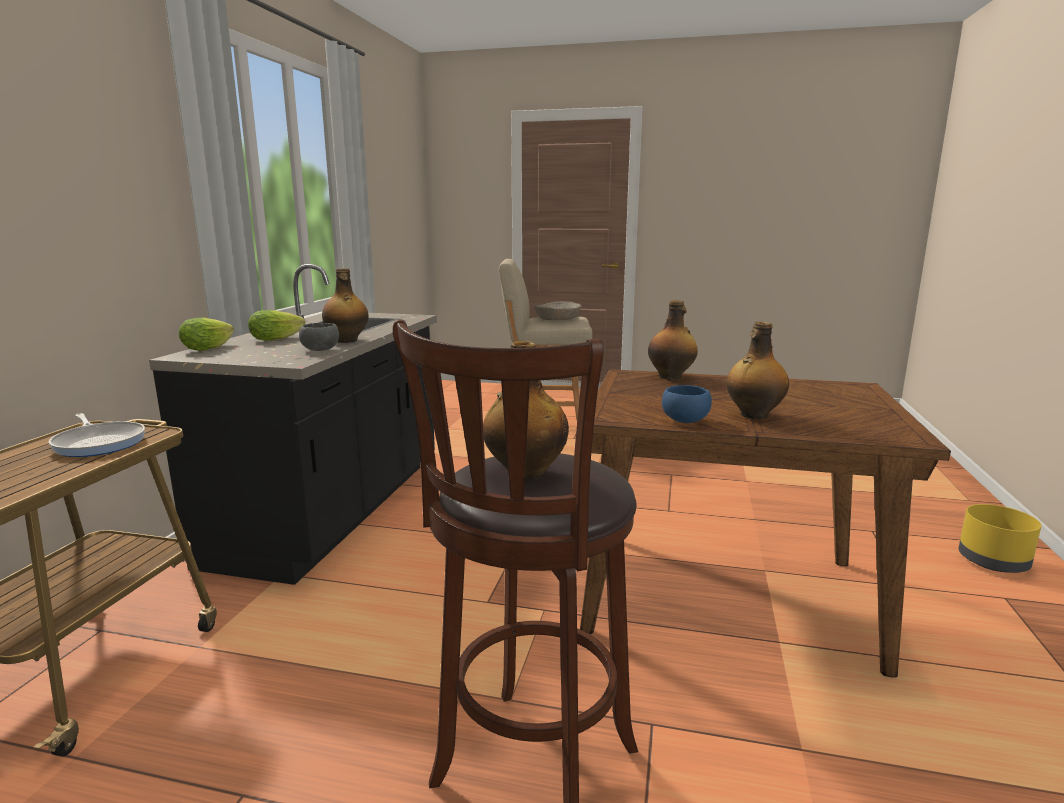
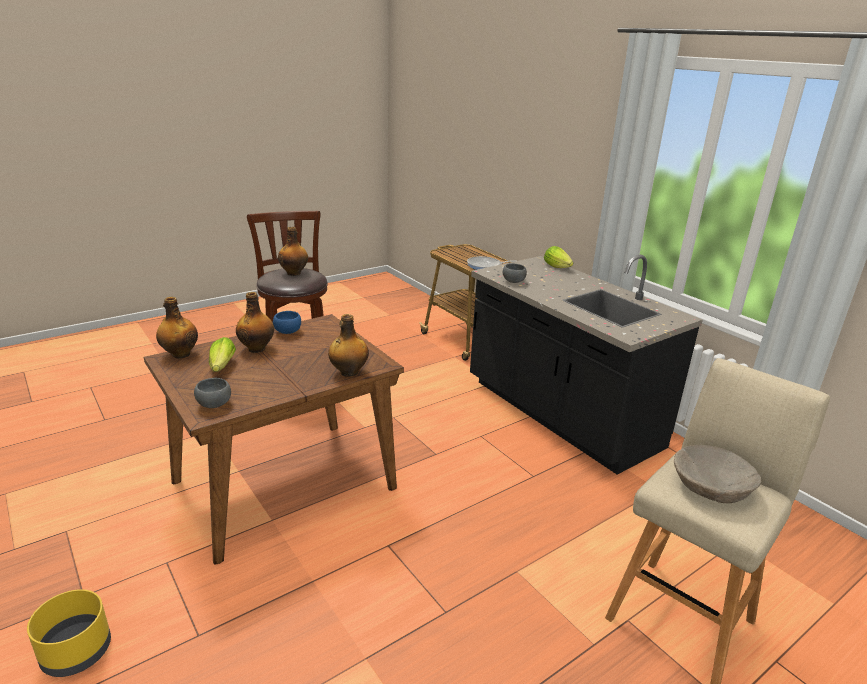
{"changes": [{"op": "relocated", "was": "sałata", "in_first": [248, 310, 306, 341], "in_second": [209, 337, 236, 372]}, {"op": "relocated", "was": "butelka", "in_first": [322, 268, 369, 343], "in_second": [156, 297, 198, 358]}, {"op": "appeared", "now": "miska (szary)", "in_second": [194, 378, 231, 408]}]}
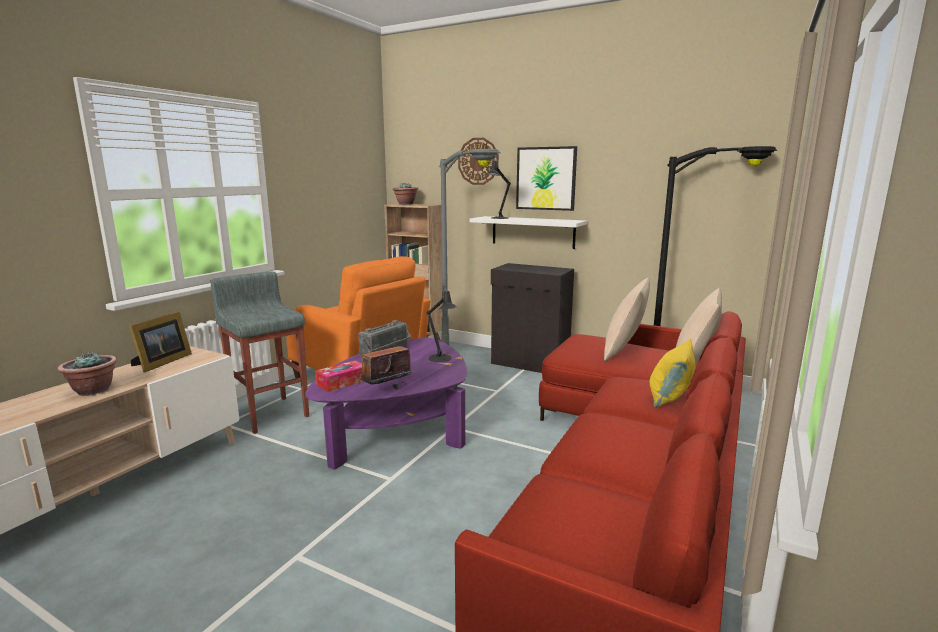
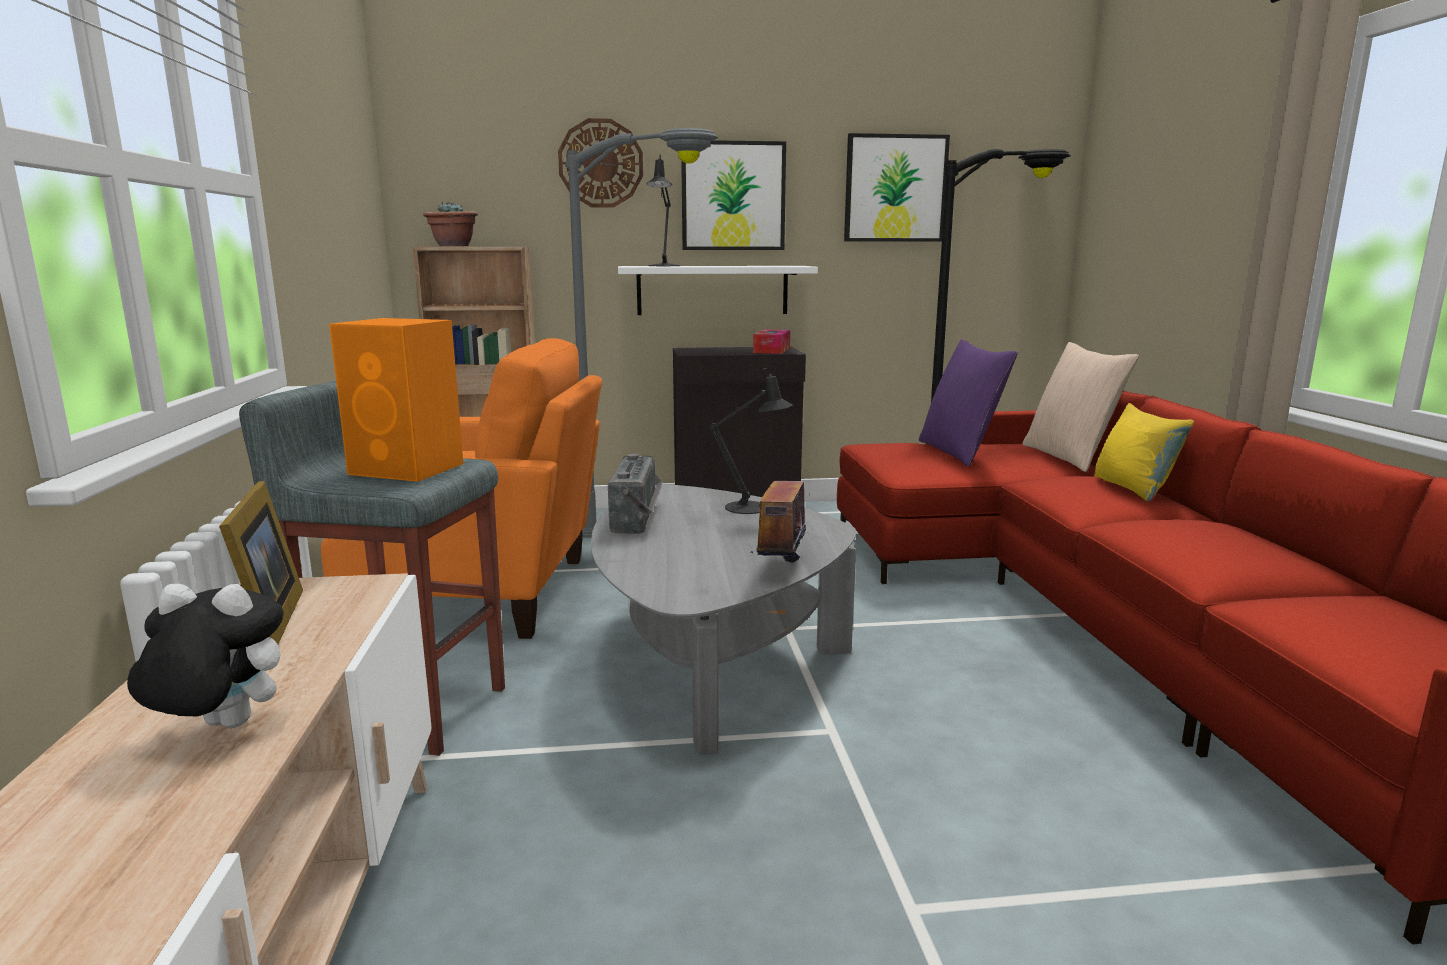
{"changes": [{"op": "exchanged", "was": "roślina doniczkowa", "now": "pluszak", "in_first": [58, 351, 117, 396], "in_second": [127, 584, 284, 728]}, {"op": "colour", "was": "ława (fioletowy)", "now": "ława (szary)", "in_first": [305, 338, 467, 469], "in_second": [591, 485, 857, 754]}, {"op": "relocated", "was": "pudełko chusteczek", "in_first": [315, 360, 364, 392], "in_second": [753, 330, 790, 354]}, {"op": "colour", "was": "poduszka (beżowy)", "now": "poduszka (fioletowy)", "in_first": [604, 278, 650, 361], "in_second": [919, 339, 1018, 467]}, {"op": "appeared", "now": "głośnik (pomarańczowy)", "in_second": [329, 318, 463, 482]}, {"op": "appeared", "now": "obraz", "in_second": [844, 133, 950, 242]}]}
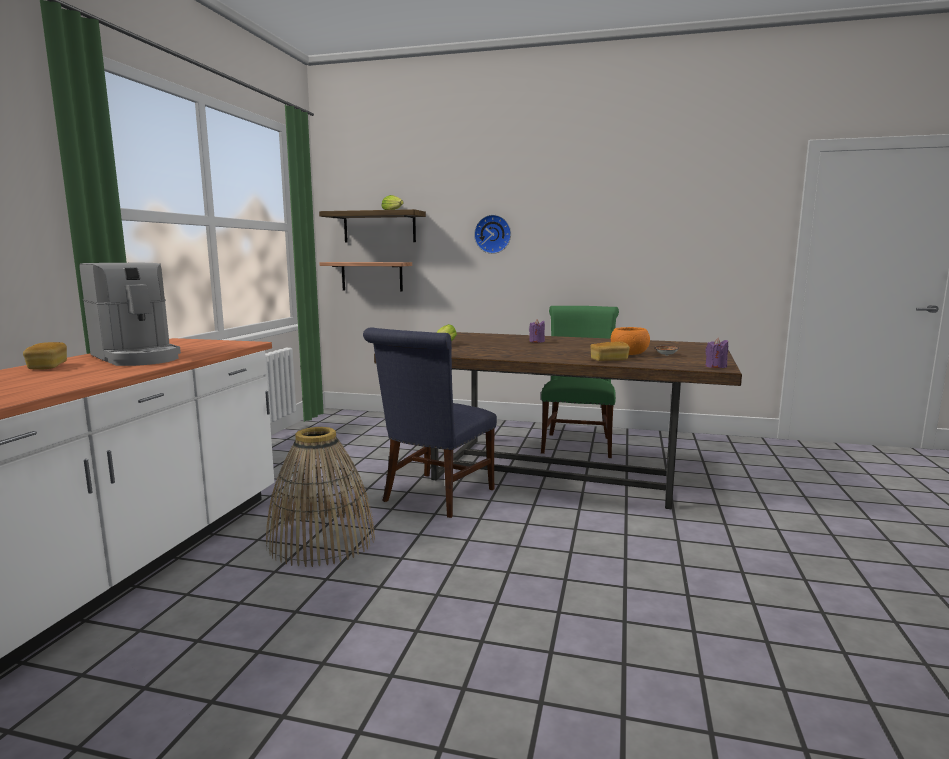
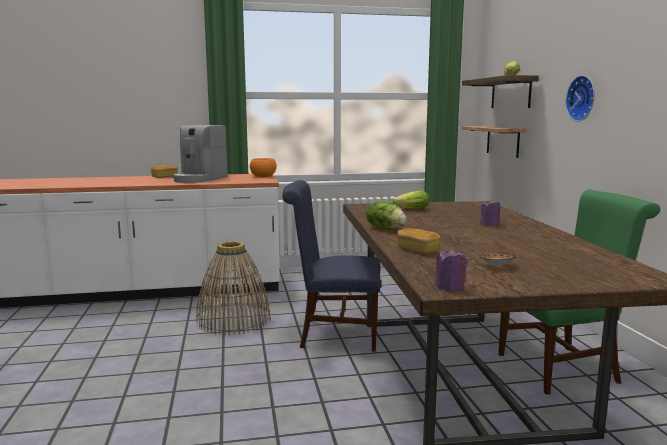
{"changes": [{"op": "relocated", "was": "miska (pomarańczowy)", "in_first": [611, 327, 650, 355], "in_second": [250, 158, 277, 177]}, {"op": "appeared", "now": "sałata", "in_second": [366, 201, 407, 229]}]}
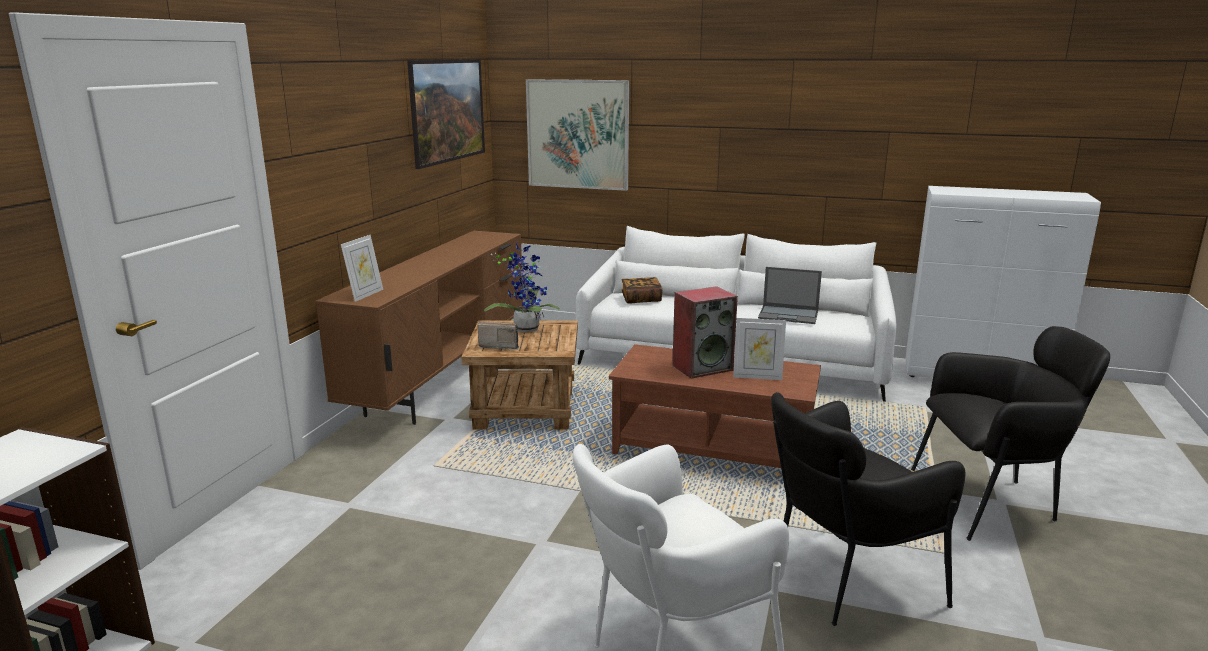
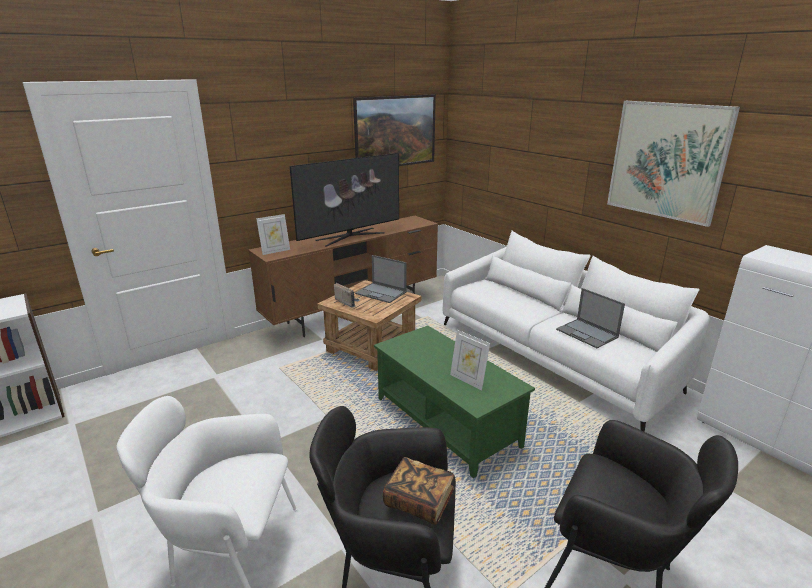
{"changes": [{"op": "exchanged", "was": "roślina doniczkowa", "now": "laptop", "in_first": [484, 243, 560, 332], "in_second": [355, 255, 407, 303]}, {"op": "relocated", "was": "obraz", "in_first": [526, 79, 629, 191], "in_second": [607, 101, 740, 227]}, {"op": "colour", "was": "ława (brązowy)", "now": "ława (zielony)", "in_first": [609, 344, 821, 468], "in_second": [374, 325, 535, 478]}, {"op": "relocated", "was": "książka", "in_first": [621, 277, 663, 304], "in_second": [383, 457, 454, 525]}, {"op": "missing", "was": "głośnik", "in_first": [672, 286, 738, 379]}, {"op": "appeared", "now": "telewizor", "in_second": [290, 153, 399, 247]}]}
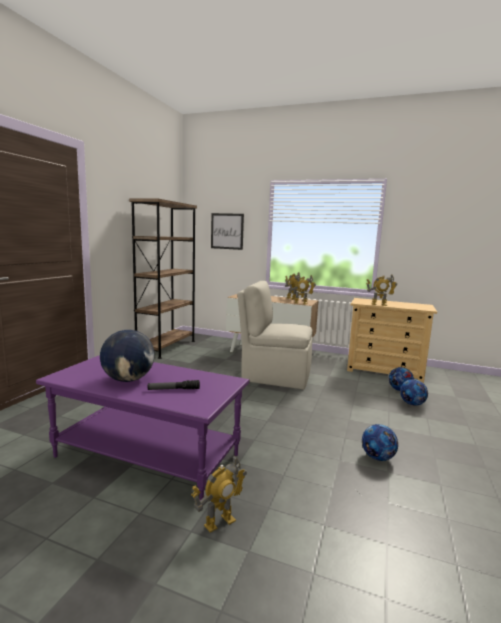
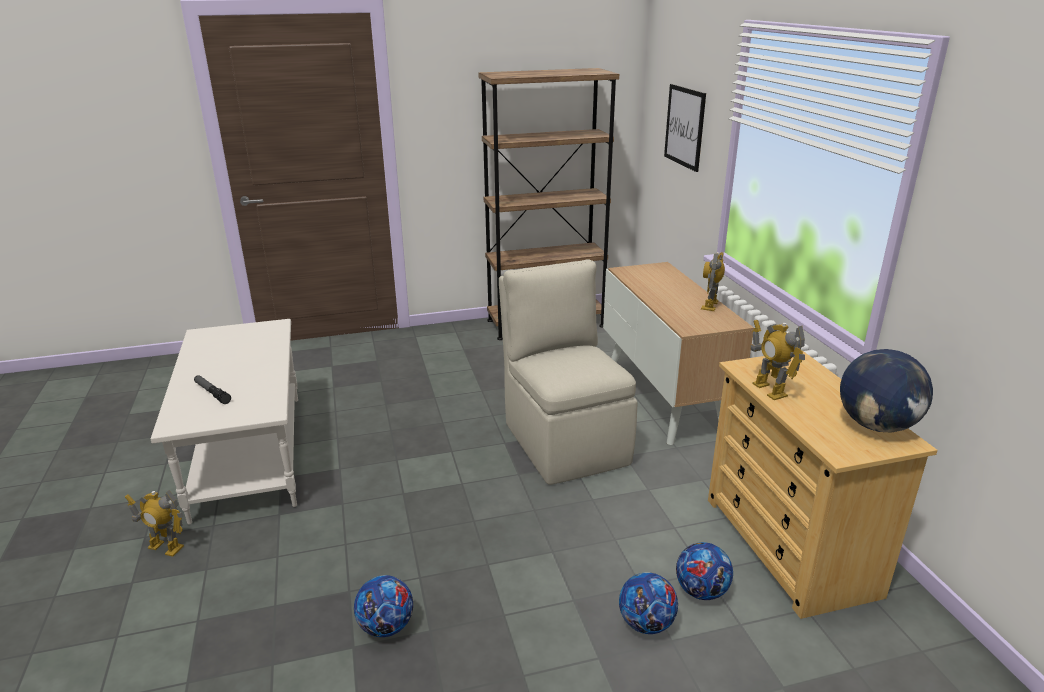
{"changes": [{"op": "colour", "was": "ława (fioletowy)", "now": "ława (biały)", "in_first": [36, 355, 249, 500], "in_second": [151, 319, 298, 525]}, {"op": "relocated", "was": "globus", "in_first": [100, 330, 155, 382], "in_second": [840, 349, 933, 432]}, {"op": "missing", "was": "robot zabawkowy", "in_first": [289, 275, 316, 304]}]}
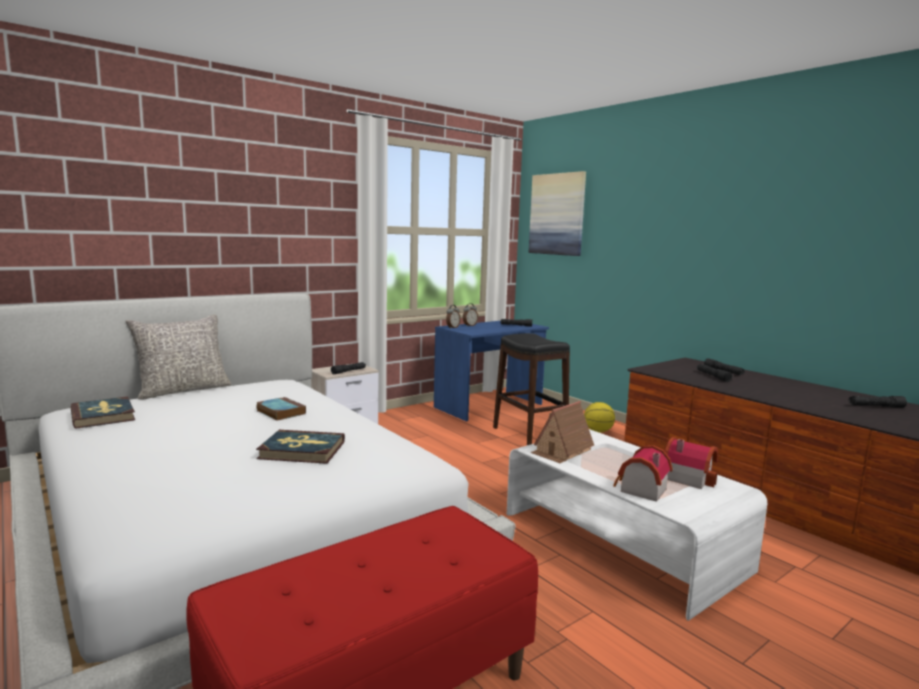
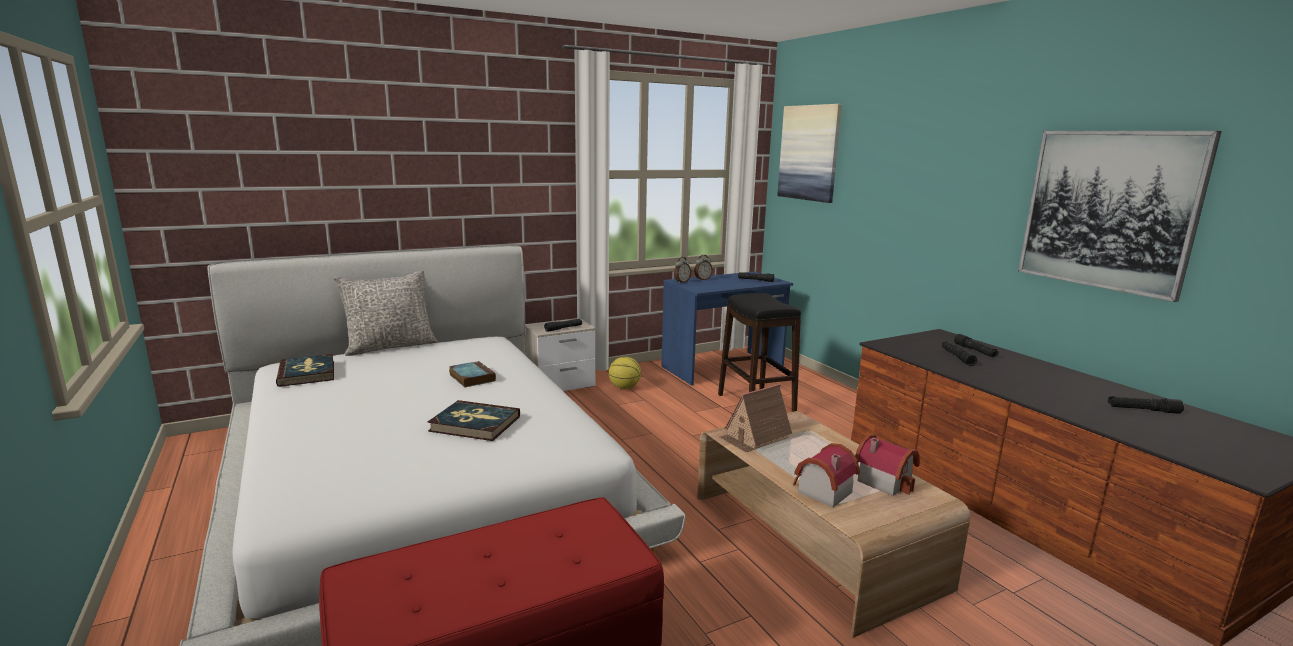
{"changes": [{"op": "colour", "was": "ława (biały)", "now": "ława (brązowy)", "in_first": [507, 429, 767, 621], "in_second": [697, 411, 970, 638]}, {"op": "relocated", "was": "piłka do koszykówki", "in_first": [584, 402, 615, 432], "in_second": [609, 357, 641, 389]}, {"op": "appeared", "now": "obraz", "in_second": [1018, 131, 1222, 302]}]}
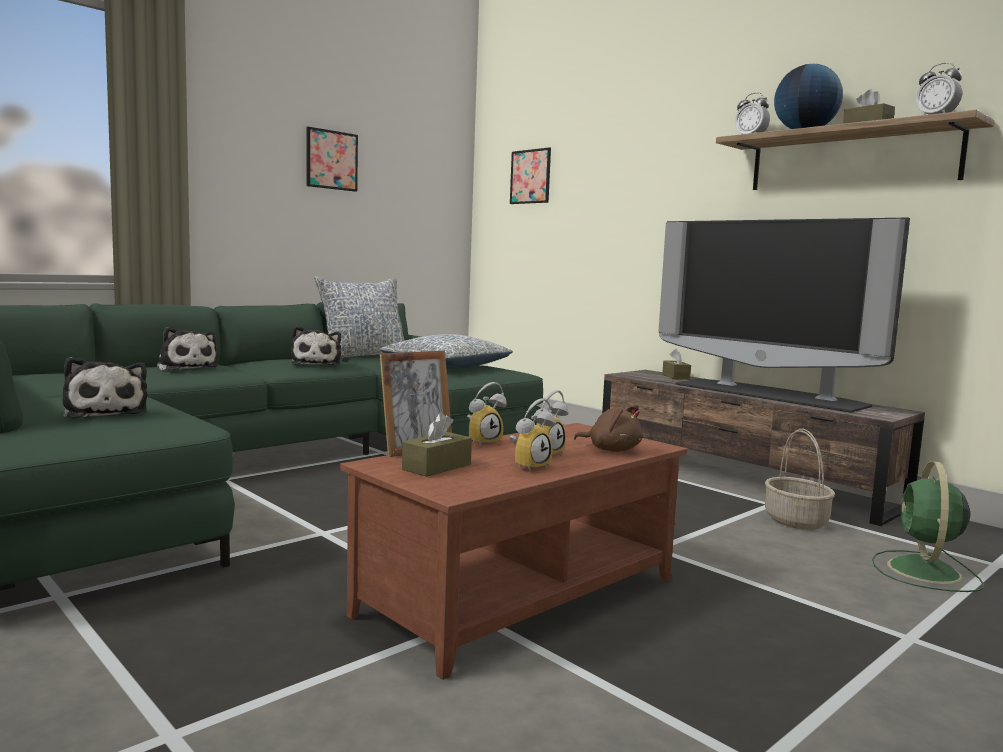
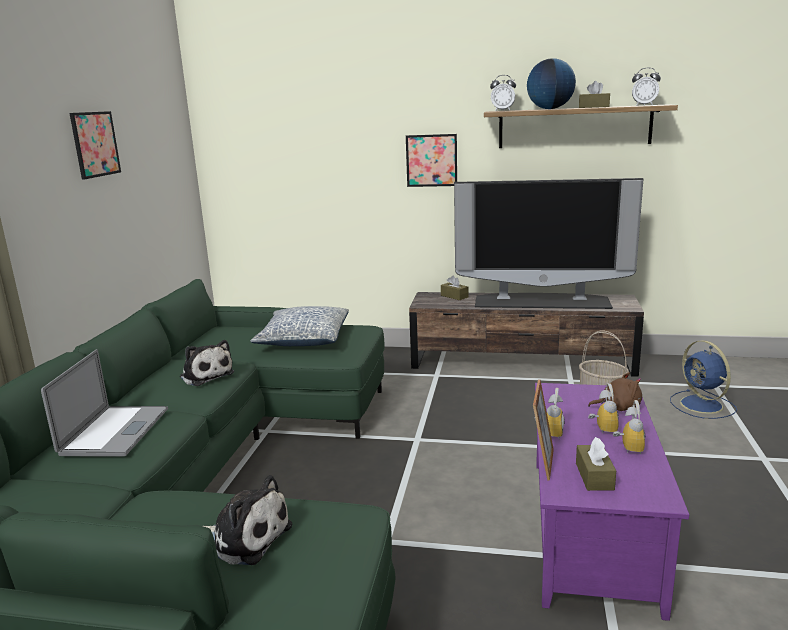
{"changes": [{"op": "exchanged", "was": "pluszak", "now": "laptop", "in_first": [156, 327, 217, 371], "in_second": [41, 349, 168, 457]}, {"op": "missing", "was": "poduszka", "in_first": [314, 276, 405, 359]}, {"op": "colour", "was": "ława (brązowy)", "now": "ława (fioletowy)", "in_first": [340, 423, 687, 680], "in_second": [535, 383, 689, 621]}, {"op": "relocated", "was": "obraz", "in_first": [510, 147, 551, 204], "in_second": [406, 134, 457, 187]}, {"op": "colour", "was": "wentylator (zielony)", "now": "wentylator (niebieski)", "in_first": [872, 461, 984, 592], "in_second": [670, 340, 737, 419]}]}
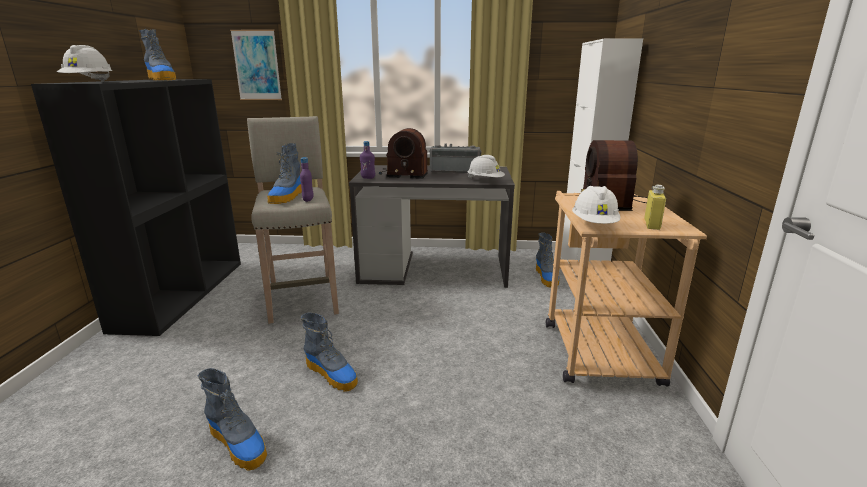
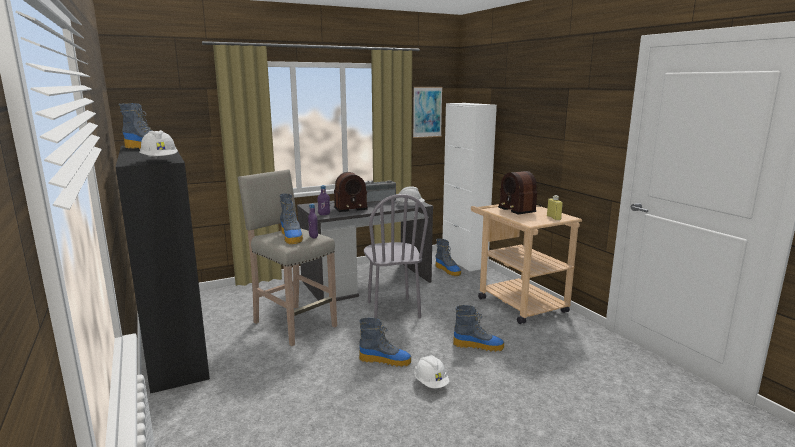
{"changes": [{"op": "relocated", "was": "but z cholewką", "in_first": [198, 368, 267, 471], "in_second": [453, 305, 504, 352]}, {"op": "relocated", "was": "obraz", "in_first": [230, 29, 282, 100], "in_second": [413, 87, 443, 138]}, {"op": "relocated", "was": "kask (biały)", "in_first": [572, 186, 621, 224], "in_second": [414, 355, 449, 388]}, {"op": "appeared", "now": "krzesło (szary)", "in_second": [364, 194, 428, 318]}]}
